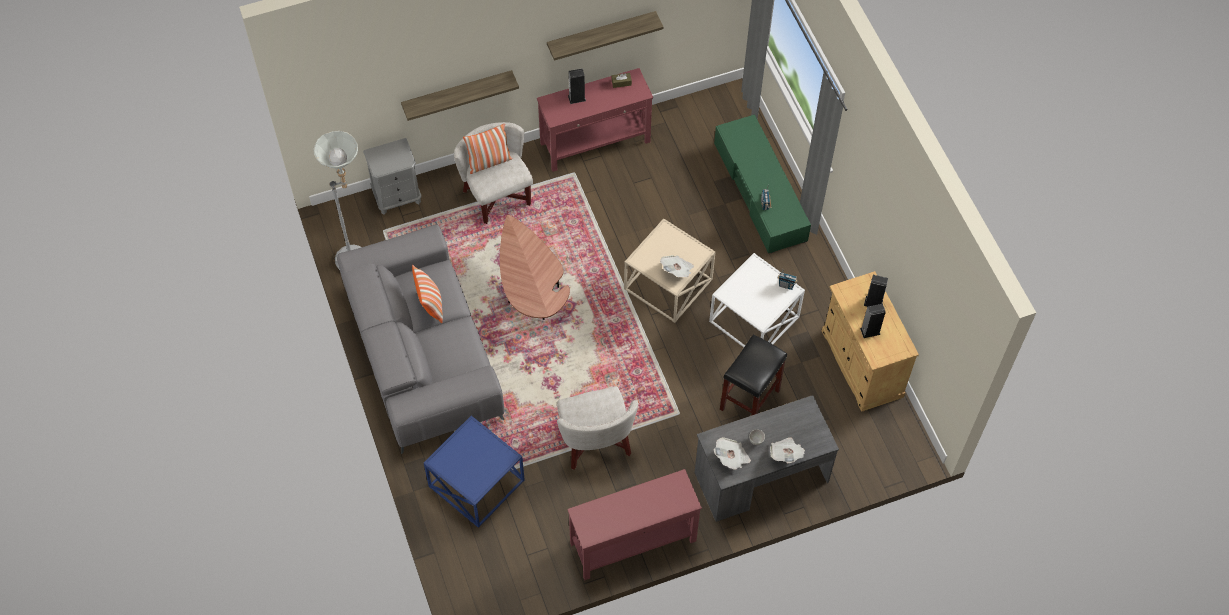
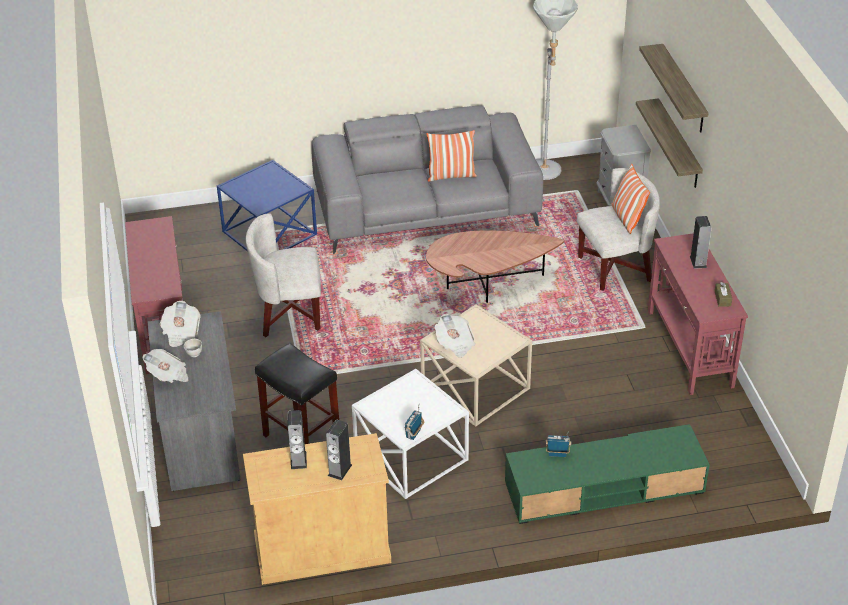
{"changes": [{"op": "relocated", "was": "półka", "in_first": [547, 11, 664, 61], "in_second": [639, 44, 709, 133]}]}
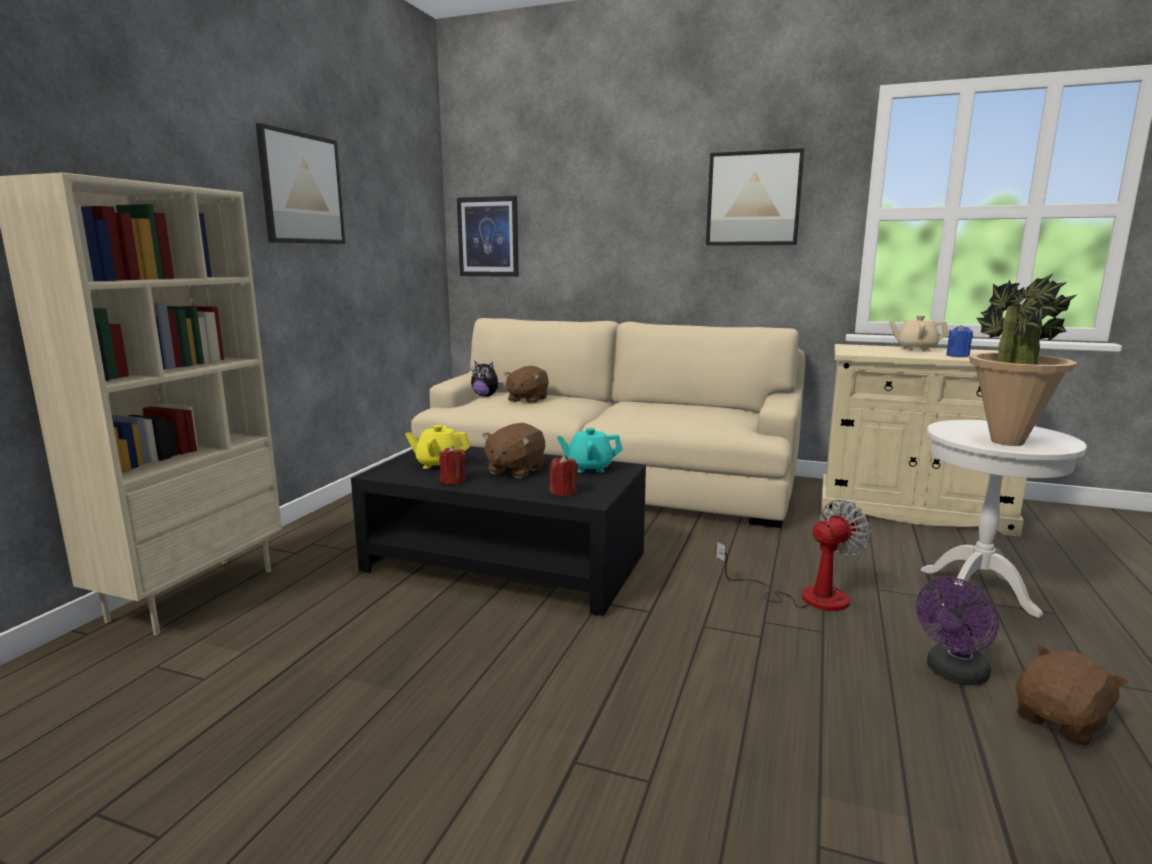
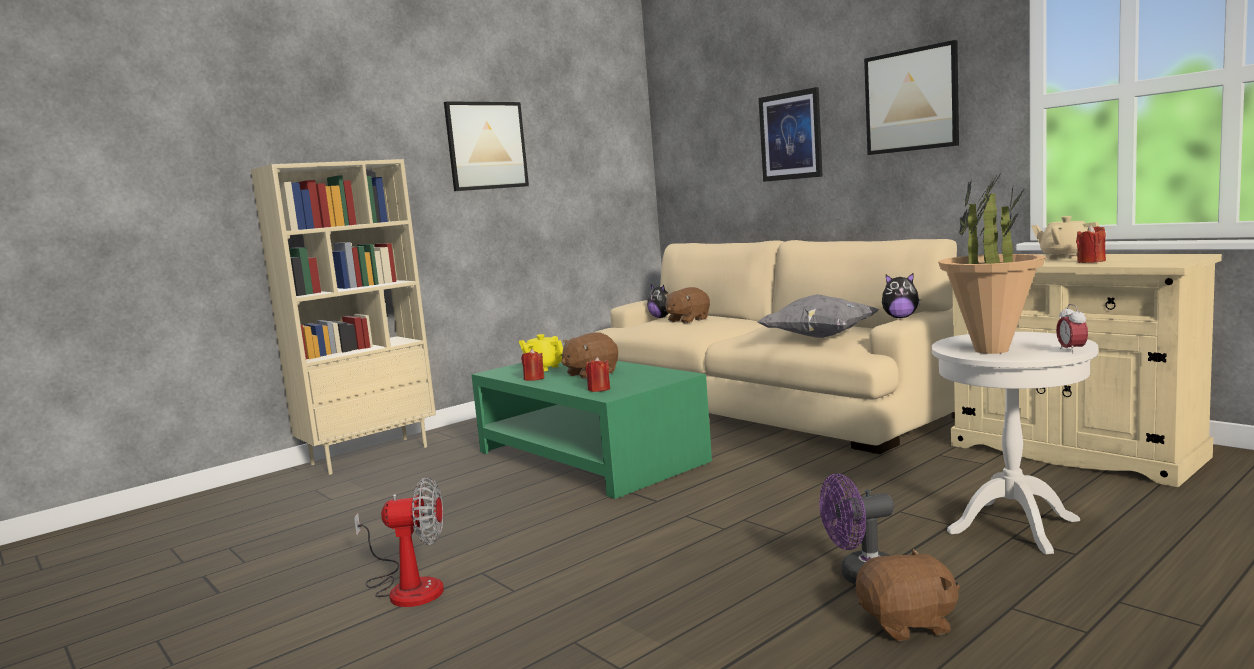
{"changes": [{"op": "colour", "was": "ława (czarny)", "now": "ława (zielony)", "in_first": [351, 445, 646, 616], "in_second": [471, 360, 712, 499]}, {"op": "relocated", "was": "obraz", "in_first": [457, 196, 519, 277], "in_second": [759, 87, 823, 182]}, {"op": "missing", "was": "imbryk (turkusowy)", "in_first": [557, 428, 622, 473]}, {"op": "relocated", "was": "wentylator", "in_first": [716, 500, 871, 611], "in_second": [354, 477, 444, 607]}, {"op": "colour", "was": "świeca (niebieski)", "now": "świeca (czerwony)", "in_first": [946, 325, 973, 357], "in_second": [1076, 225, 1106, 263]}, {"op": "appeared", "now": "poduszka (szary)", "in_second": [757, 294, 879, 338]}, {"op": "appeared", "now": "pluszak", "in_second": [882, 273, 920, 318]}, {"op": "appeared", "now": "budzik", "in_second": [1056, 304, 1088, 354]}]}
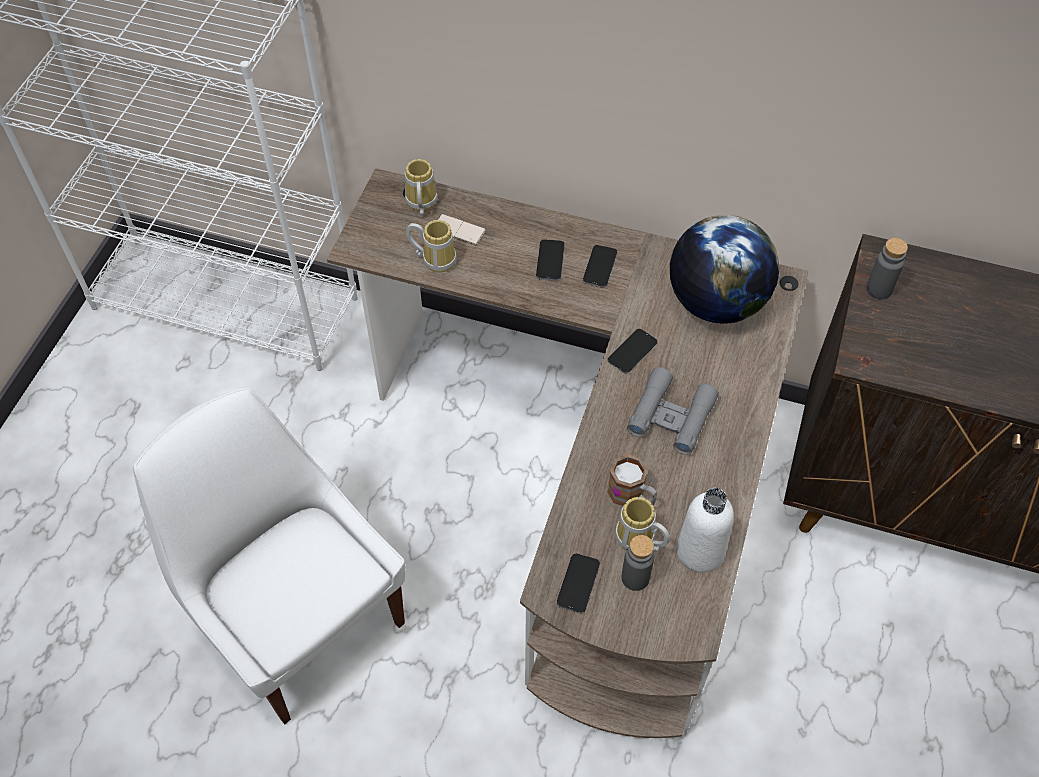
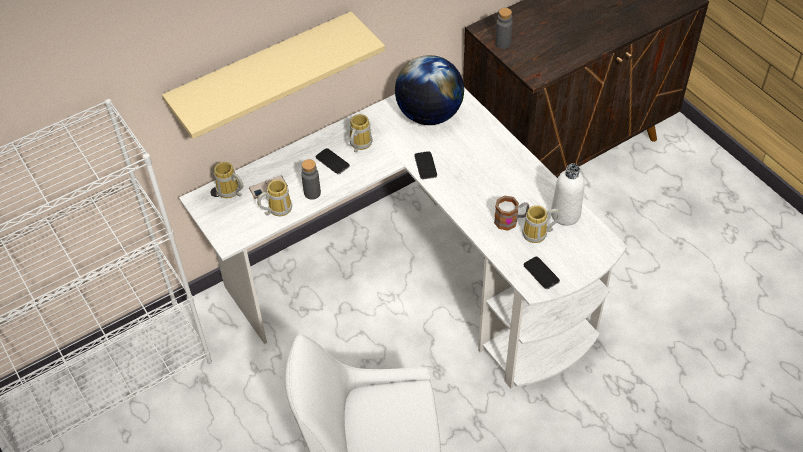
{"changes": [{"op": "colour", "was": "biurko (brązowy)", "now": "biurko (biały)", "in_first": [327, 168, 808, 738], "in_second": [179, 87, 627, 389]}, {"op": "exchanged", "was": "telefon", "now": "kubek", "in_first": [583, 245, 617, 288], "in_second": [350, 114, 372, 152]}, {"op": "relocated", "was": "butelka (szary)", "in_first": [622, 535, 654, 591], "in_second": [301, 159, 321, 200]}, {"op": "missing", "was": "lornetka (szary)", "in_first": [627, 367, 719, 455]}, {"op": "appeared", "now": "półka (beżowy)", "in_second": [162, 11, 385, 139]}]}
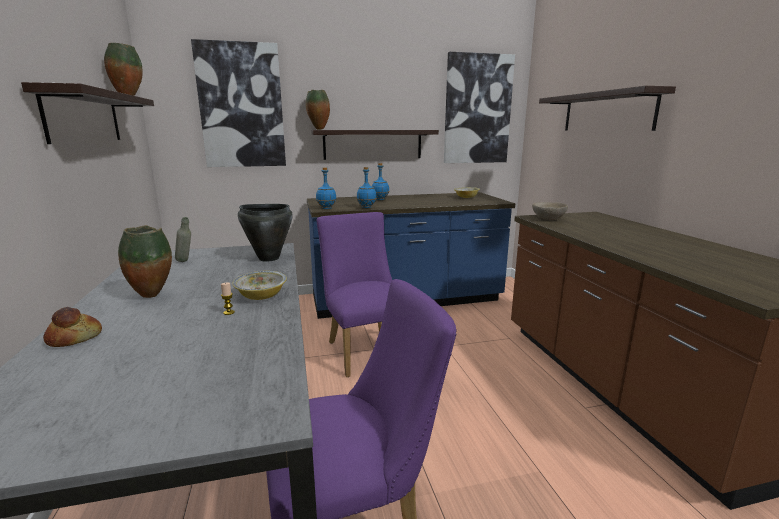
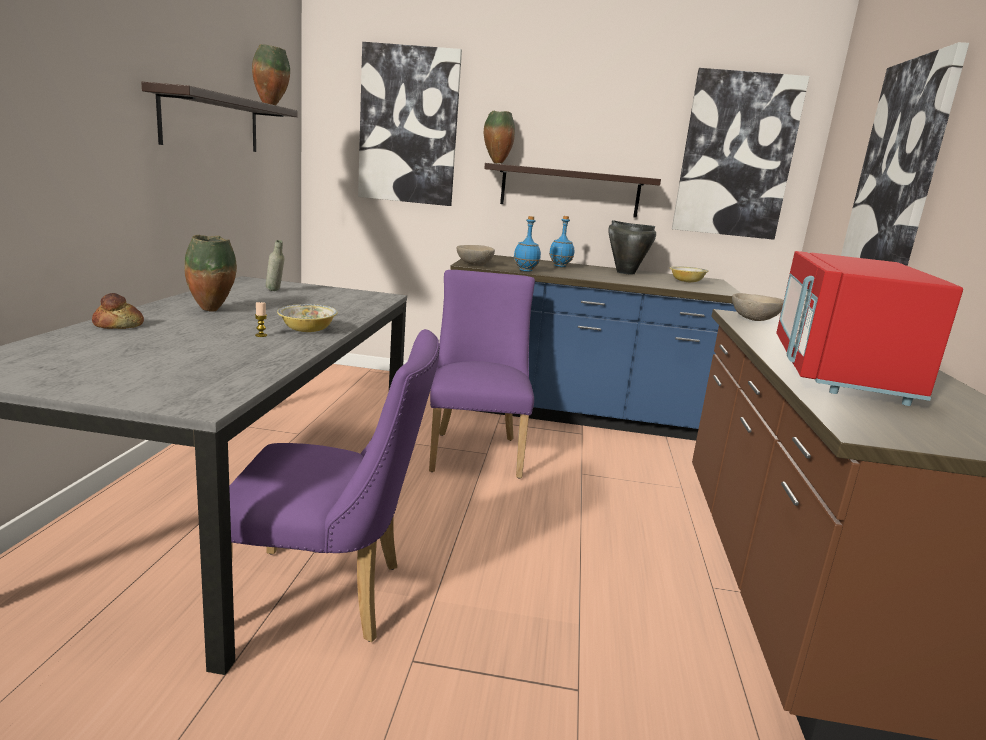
{"changes": [{"op": "relocated", "was": "garnek (czarny)", "in_first": [238, 204, 293, 262], "in_second": [608, 220, 656, 274]}, {"op": "exchanged", "was": "butelka (niebieski)", "now": "miska (beżowy)", "in_first": [316, 167, 337, 209], "in_second": [457, 245, 495, 265]}, {"op": "exchanged", "was": "półka", "now": "obraz", "in_first": [539, 86, 676, 131], "in_second": [841, 42, 969, 266]}, {"op": "appeared", "now": "mikrofalówka (czerwony)", "in_second": [776, 251, 963, 406]}]}
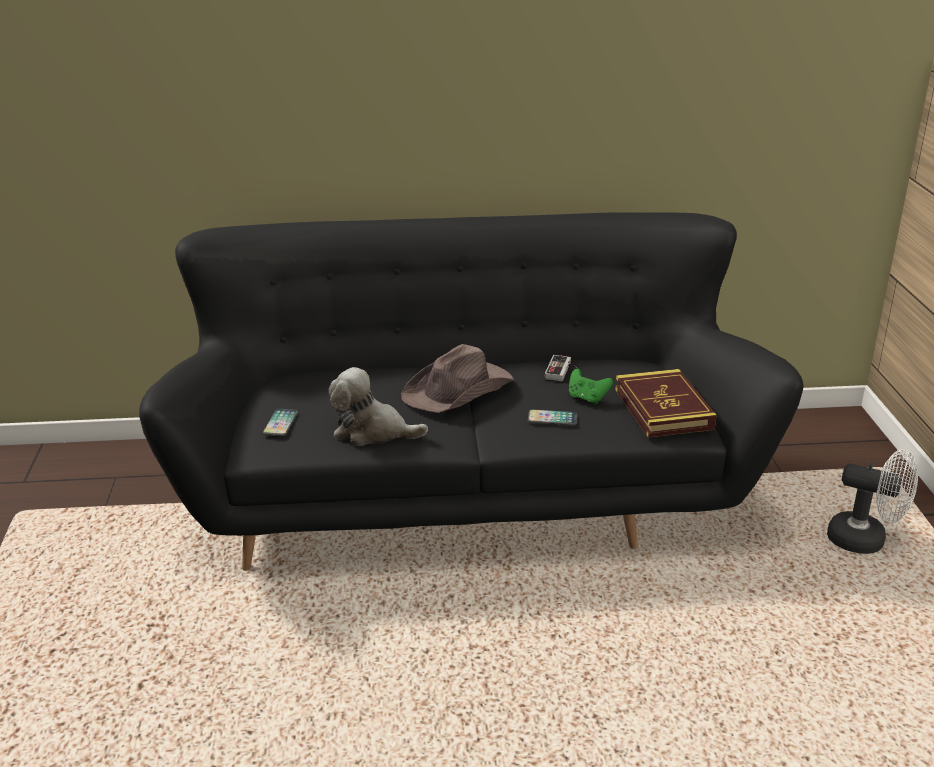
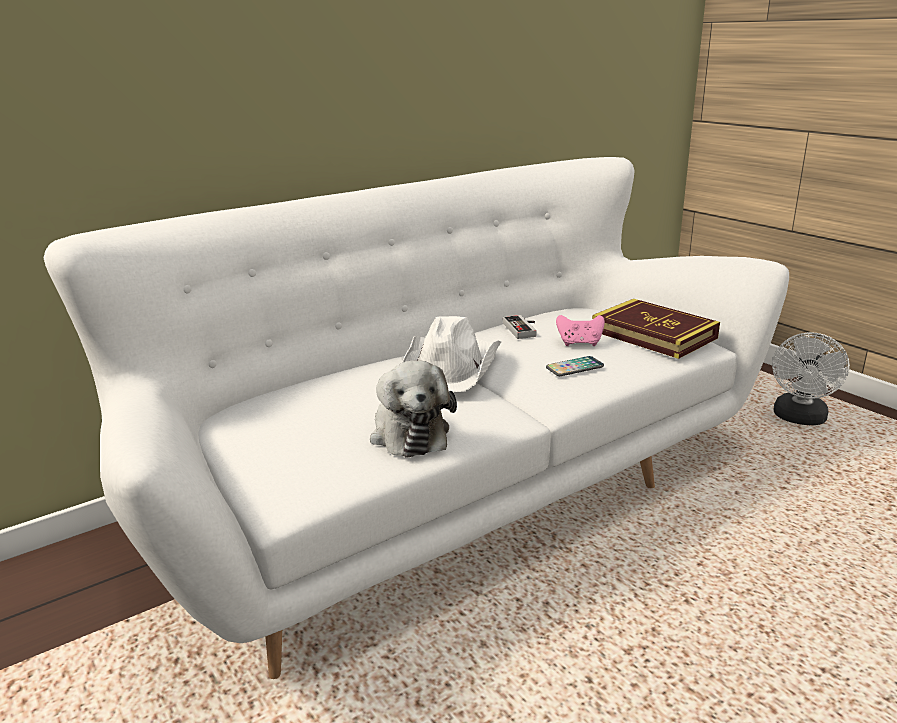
{"changes": [{"op": "colour", "was": "kanapa (czarny)", "now": "kanapa (biały)", "in_first": [139, 212, 803, 571], "in_second": [44, 157, 789, 679]}, {"op": "missing", "was": "telefon", "in_first": [263, 409, 298, 436]}, {"op": "spun", "was": "pluszak", "in_first": [329, 367, 428, 446], "in_second": [370, 360, 457, 458], "clockwise": -90}, {"op": "colour", "was": "kapelusz (brązowy)", "now": "kapelusz (biały)", "in_first": [401, 344, 514, 413], "in_second": [402, 316, 501, 393]}, {"op": "colour", "was": "pad do gier (zielony)", "now": "pad do gier (różowy)", "in_first": [569, 368, 613, 405], "in_second": [556, 315, 605, 346]}, {"op": "spun", "was": "wentylator (biały)", "in_first": [827, 449, 918, 554], "in_second": [772, 332, 850, 425], "clockwise": 120}]}
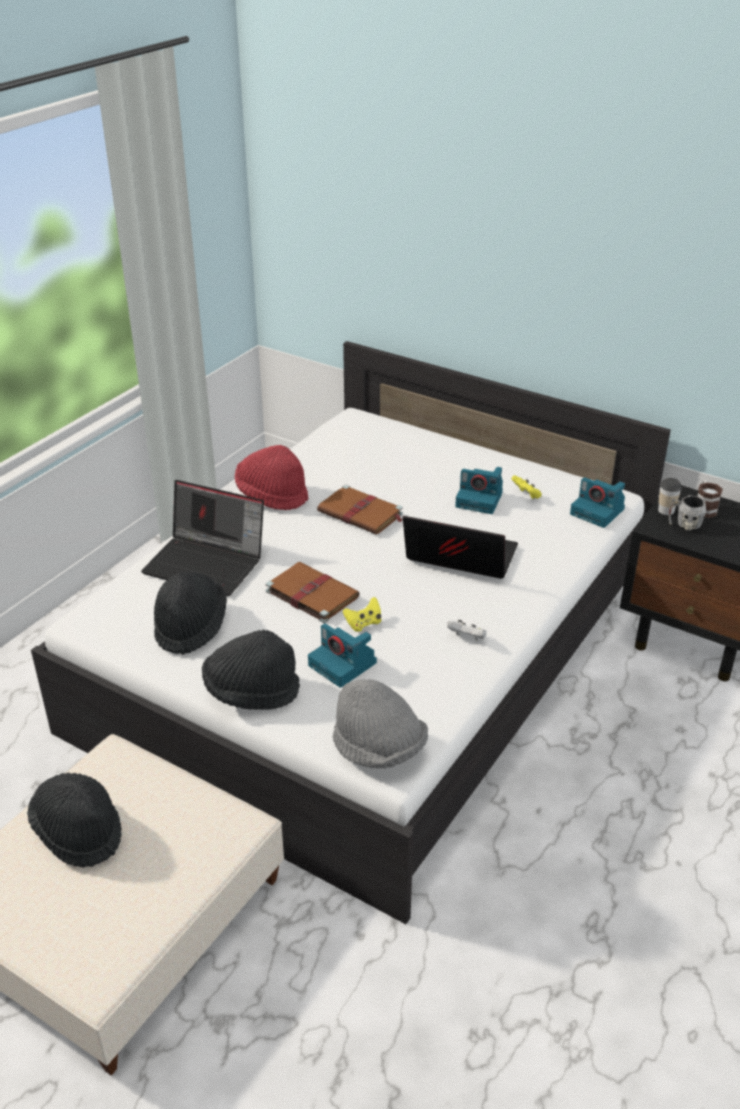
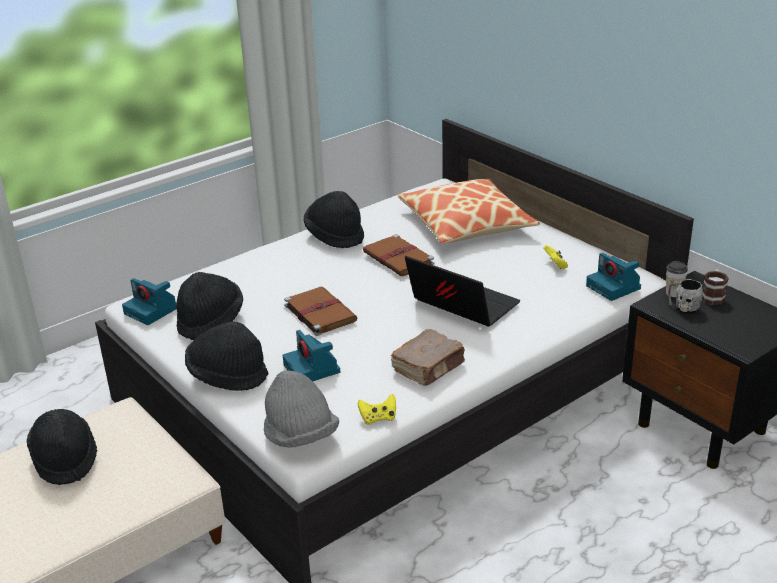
{"changes": [{"op": "missing", "was": "laptop", "in_first": [141, 480, 264, 596]}, {"op": "colour", "was": "kapelusz (czerwony)", "now": "kapelusz (czarny)", "in_first": [235, 445, 308, 510], "in_second": [304, 191, 364, 248]}, {"op": "relocated", "was": "pad do gier (żółty)", "in_first": [343, 597, 381, 632], "in_second": [358, 394, 396, 425]}, {"op": "exchanged", "was": "pad do gier (biały)", "now": "książka (brązowy)", "in_first": [447, 620, 487, 641], "in_second": [391, 329, 465, 386]}, {"op": "relocated", "was": "aparat fotograficzny", "in_first": [455, 467, 503, 514], "in_second": [122, 278, 177, 325]}, {"op": "appeared", "now": "poduszka", "in_second": [397, 179, 540, 244]}]}
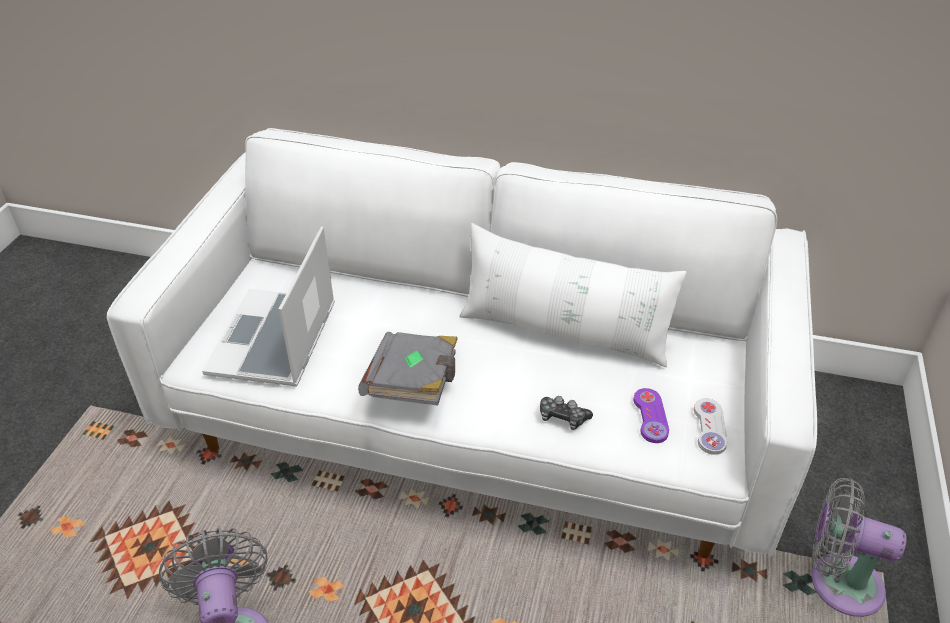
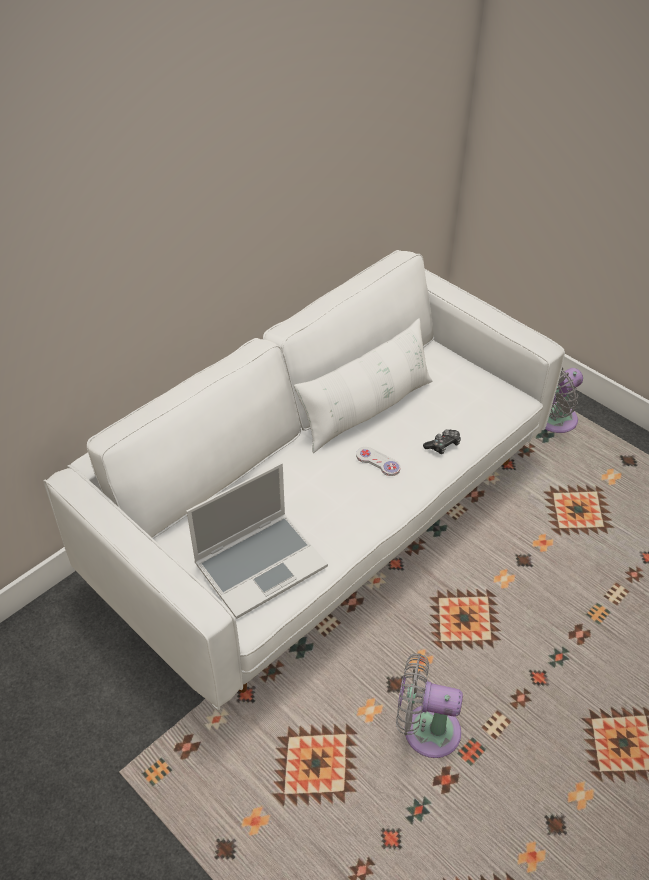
{"changes": [{"op": "spun", "was": "laptop", "in_first": [202, 226, 335, 387], "in_second": [187, 463, 328, 619], "clockwise": -75}, {"op": "missing", "was": "książka (szary)", "in_first": [358, 332, 458, 406]}, {"op": "missing", "was": "pad do gier (fioletowy)", "in_first": [633, 388, 669, 443]}, {"op": "relocated", "was": "pad do gier (biały)", "in_first": [694, 398, 728, 455], "in_second": [356, 447, 400, 476]}]}
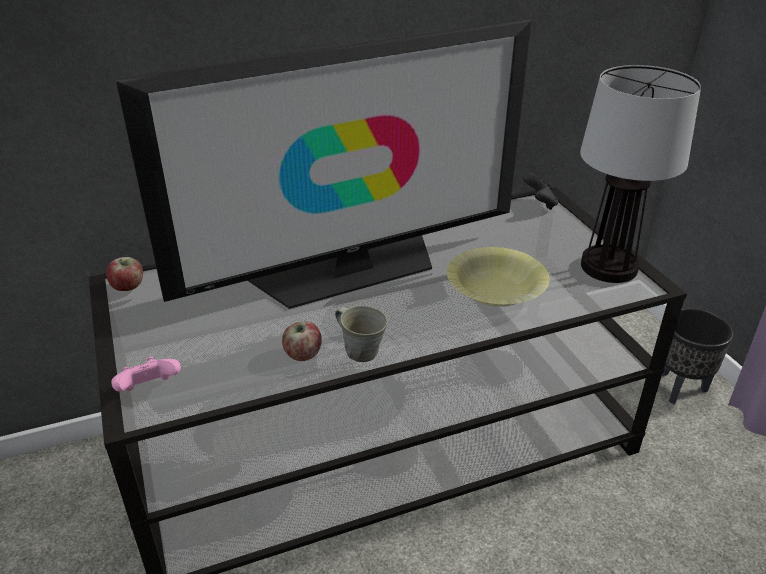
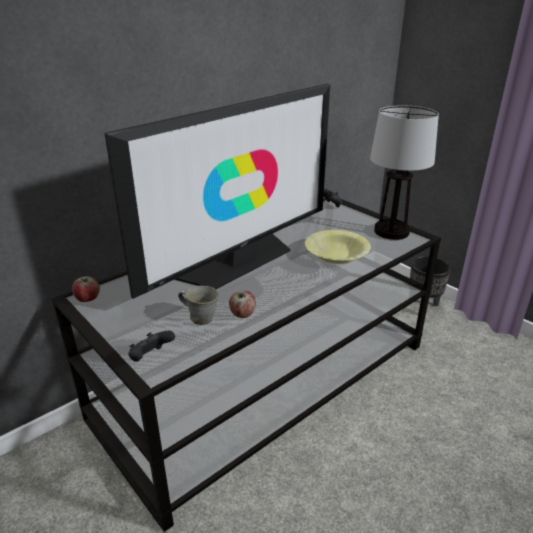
{"changes": [{"op": "colour", "was": "pad do gier (różowy)", "now": "pad do gier (czarny)", "in_first": [111, 357, 181, 392], "in_second": [128, 331, 175, 362]}, {"op": "relocated", "was": "kubek (szary)", "in_first": [335, 305, 388, 362], "in_second": [178, 286, 219, 325]}]}
